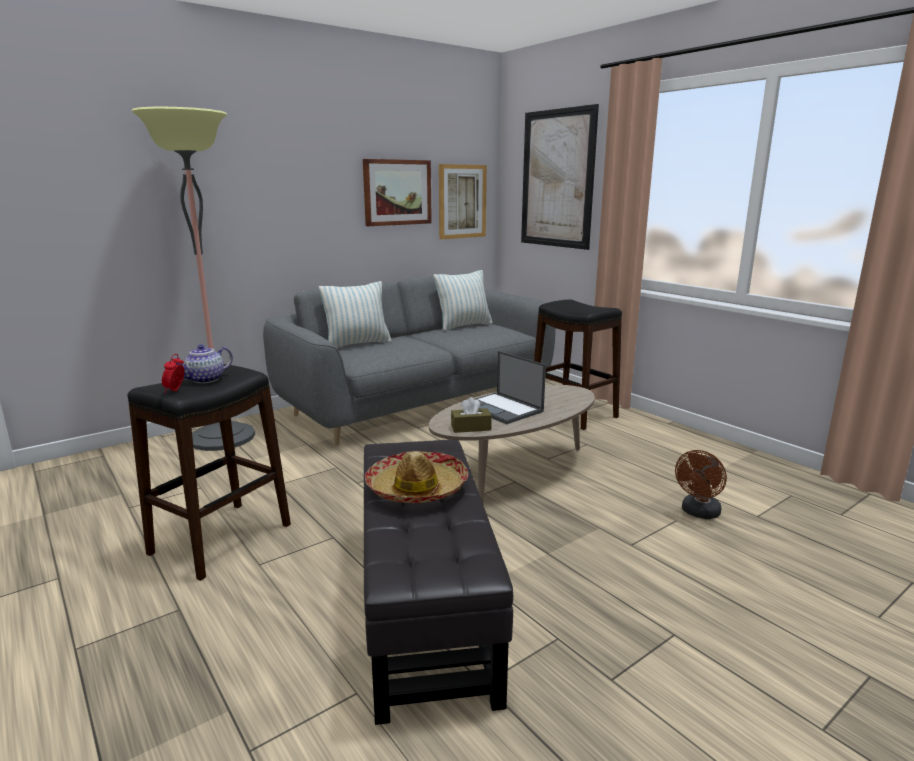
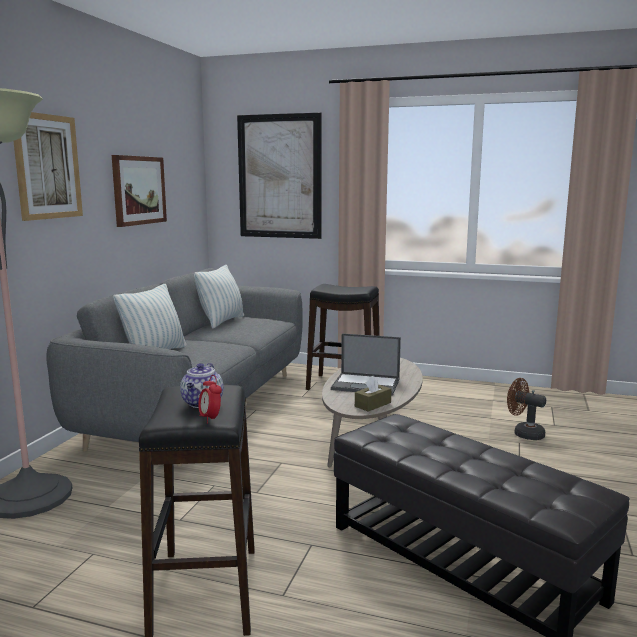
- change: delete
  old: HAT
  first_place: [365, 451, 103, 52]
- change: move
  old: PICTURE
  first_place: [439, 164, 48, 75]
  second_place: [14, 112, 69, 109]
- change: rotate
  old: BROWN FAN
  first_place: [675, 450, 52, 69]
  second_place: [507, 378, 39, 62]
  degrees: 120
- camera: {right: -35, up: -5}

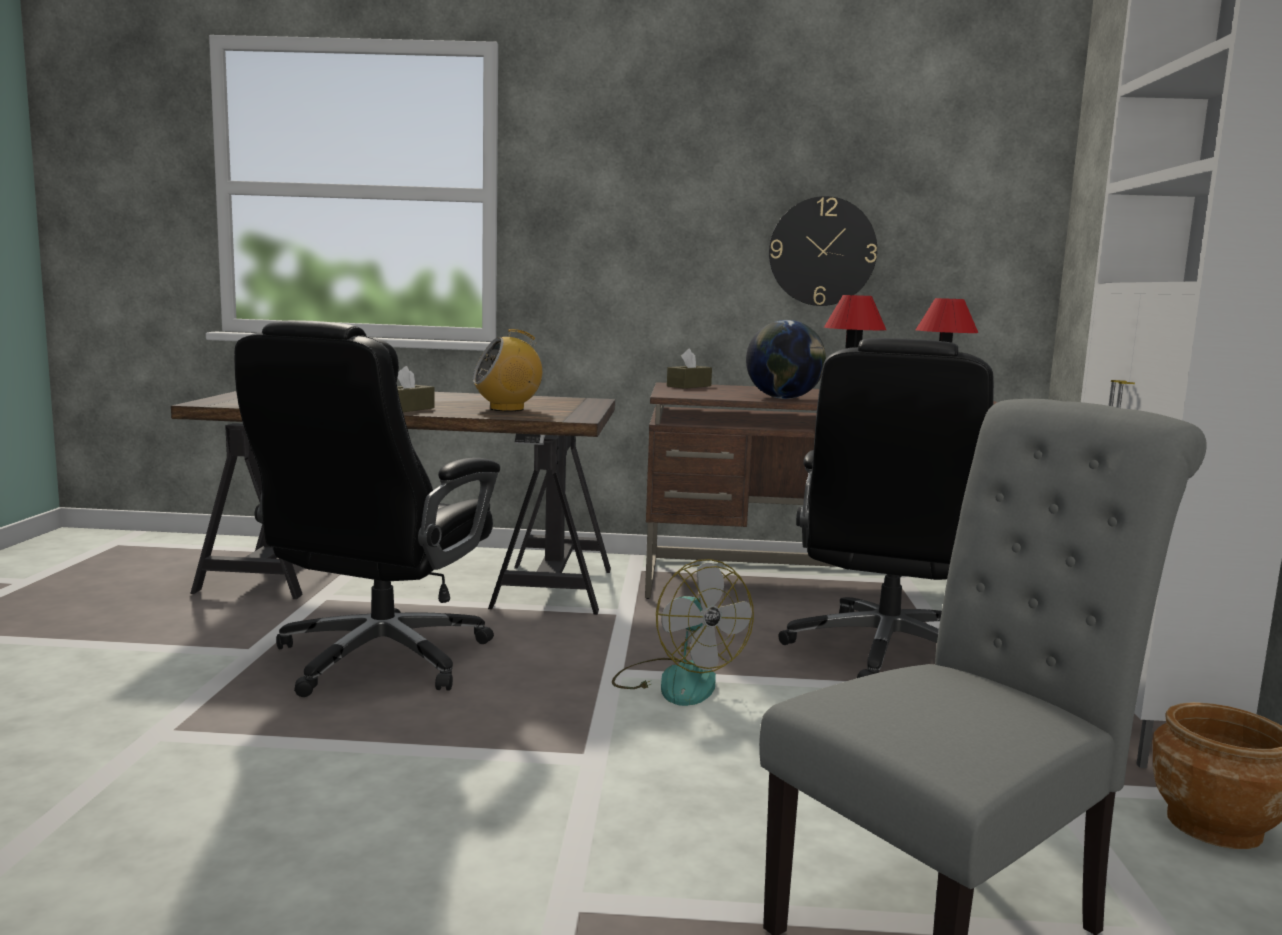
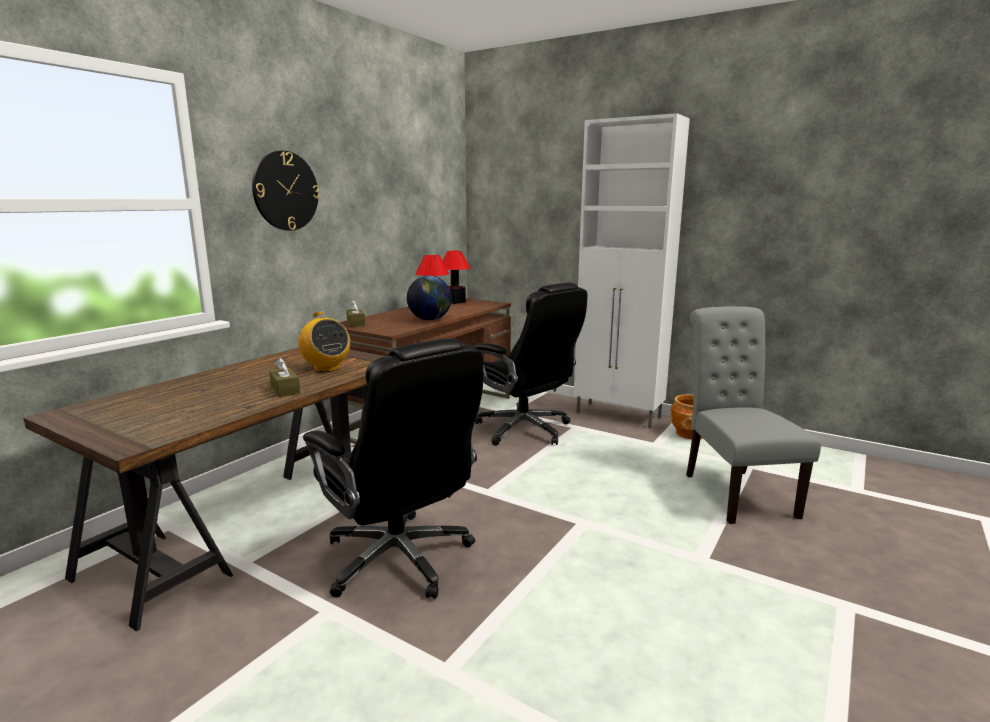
- change: rotate
  old: RADIO
  first_place: [473, 329, 69, 83]
  second_place: [298, 312, 52, 60]
  degrees: -45
- change: delete
  old: FAN
  first_place: [612, 559, 142, 147]
- change: move
  old: WALL CLOCK
  first_place: [769, 196, 108, 110]
  second_place: [252, 151, 68, 80]
- camera: {right: -60, up: 5}

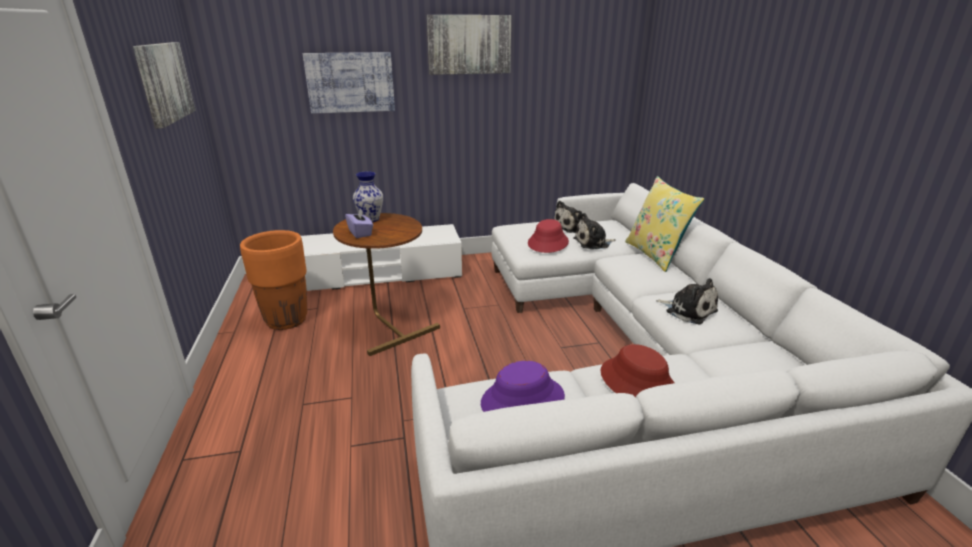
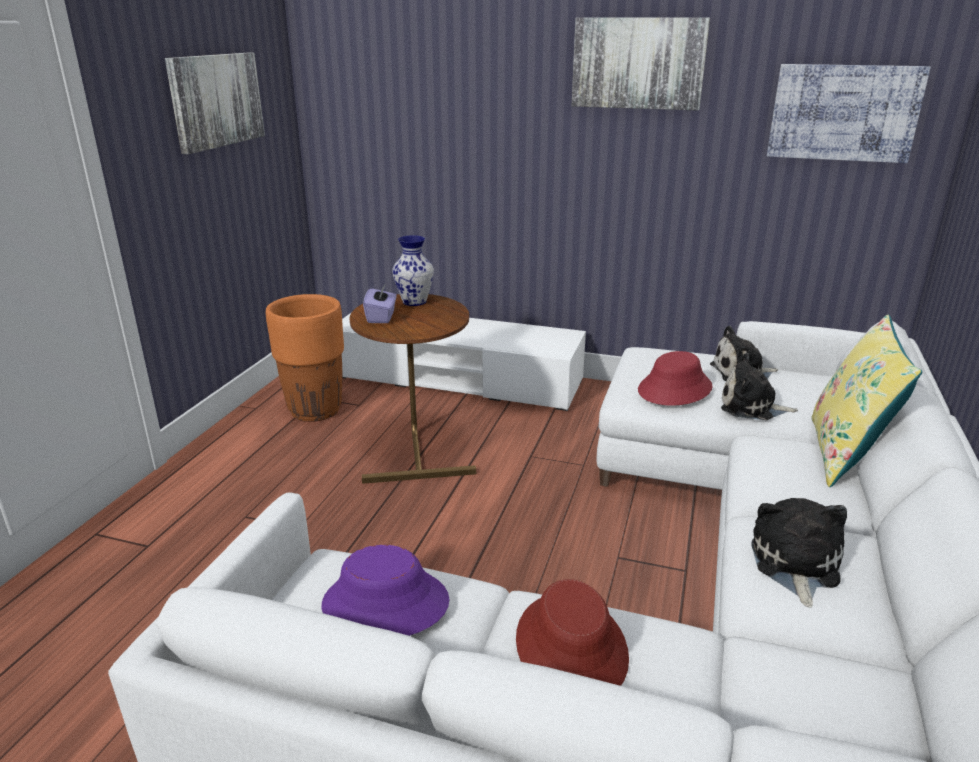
- change: move
  old: PICTURE
  first_place: [303, 52, 92, 61]
  second_place: [767, 64, 164, 99]
- change: rotate
  old: PLUSH TOY
  first_place: [656, 278, 62, 46]
  second_place: [751, 498, 96, 110]
  degrees: -150
- camera: {right: 30, up: 0}

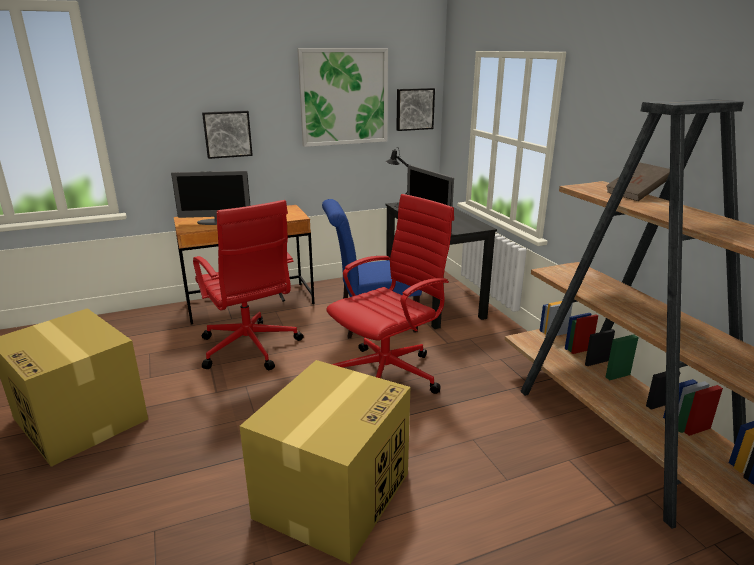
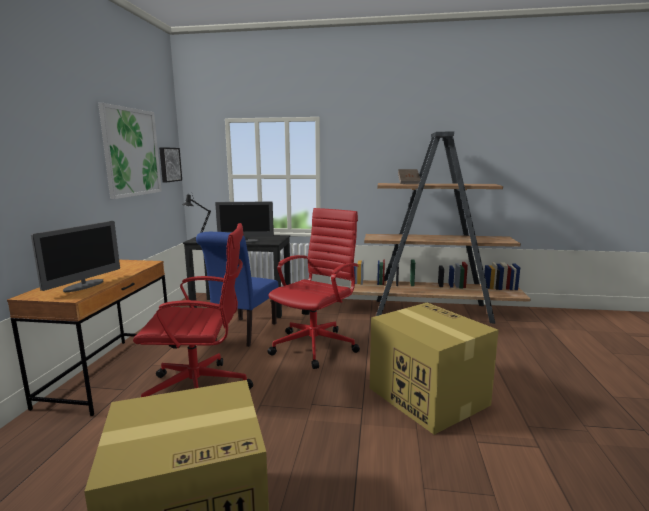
- change: delete
  old: PICTURE
  first_place: [202, 111, 51, 48]
- change: rotate
  old: RED OFFICE CHAIR
  first_place: [326, 194, 128, 200]
  second_place: [267, 208, 93, 161]
  degrees: 45
- camera: {right: -60, up: -10}

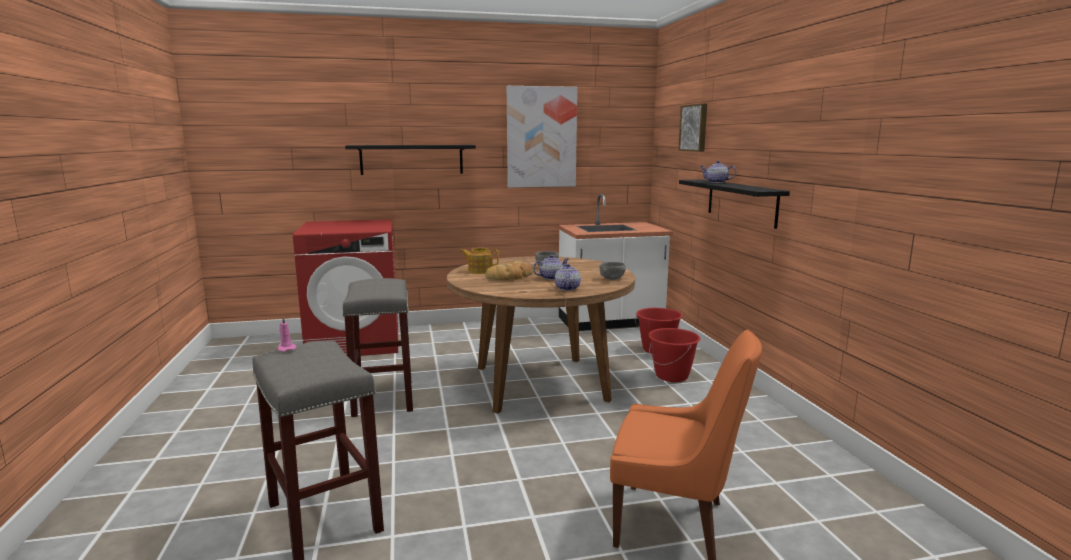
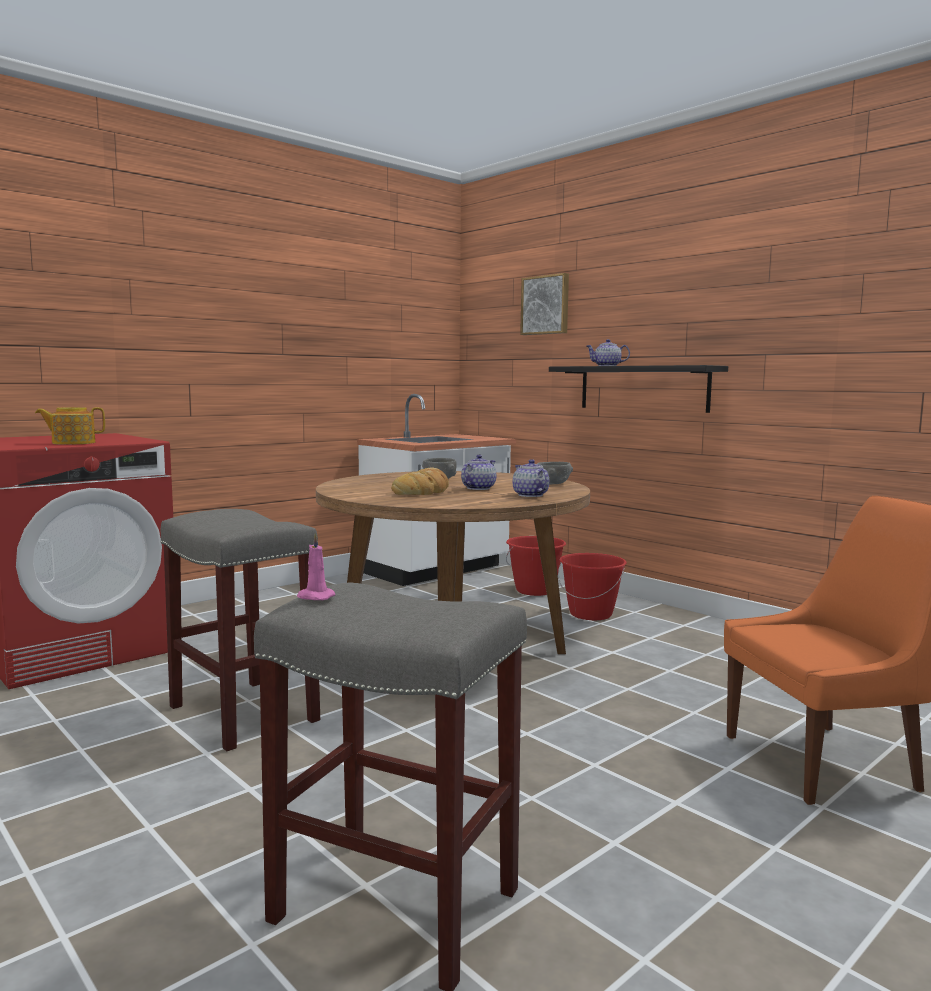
- change: delete
  old: BLACK SHELF
  first_place: [345, 145, 131, 30]
- change: move
  old: TEAPOT
  first_place: [460, 248, 39, 26]
  second_place: [35, 407, 70, 38]
- change: delete
  old: PICTURE
  first_place: [507, 86, 70, 102]
- camera: {right: -30, up: -5}

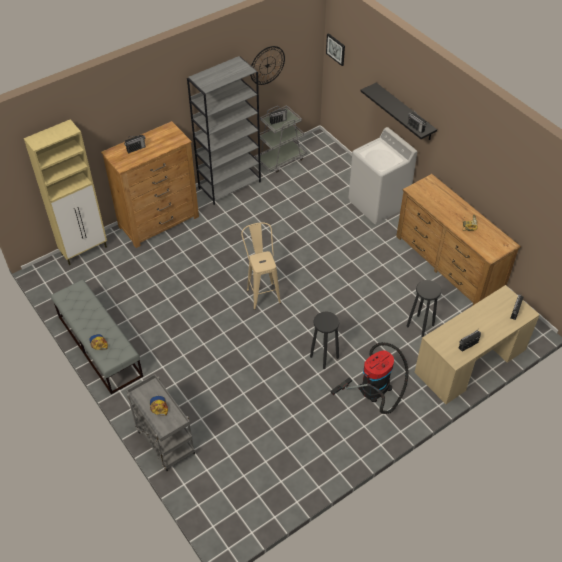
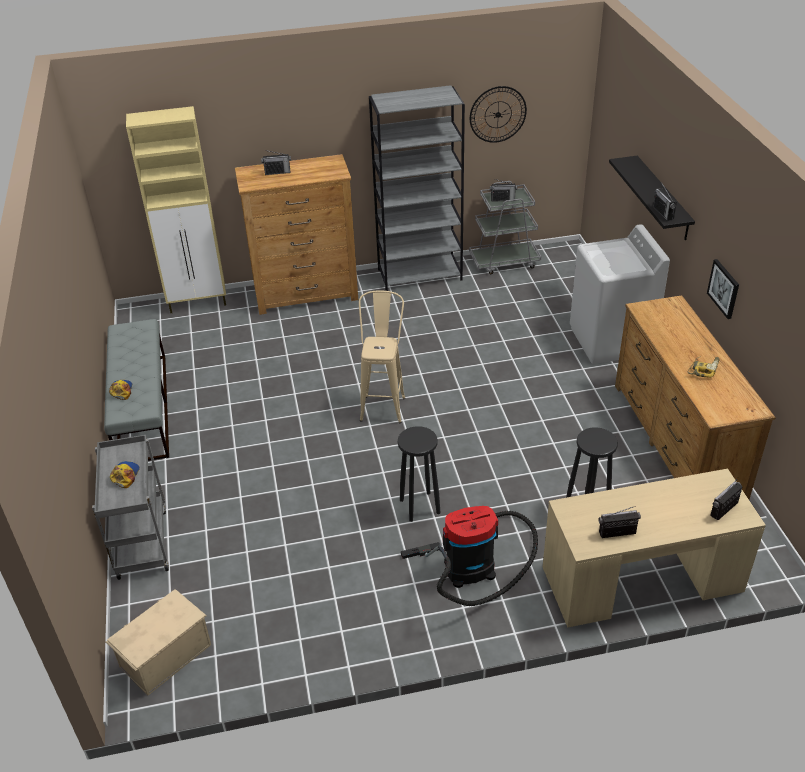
- change: move
  old: PICTURE
  first_place: [326, 33, 19, 33]
  second_place: [707, 259, 32, 60]
- change: insert
  new: BEIGE STORAGE BOX
  second_place: [106, 589, 105, 106]
- camera: {right: 25, up: -10}

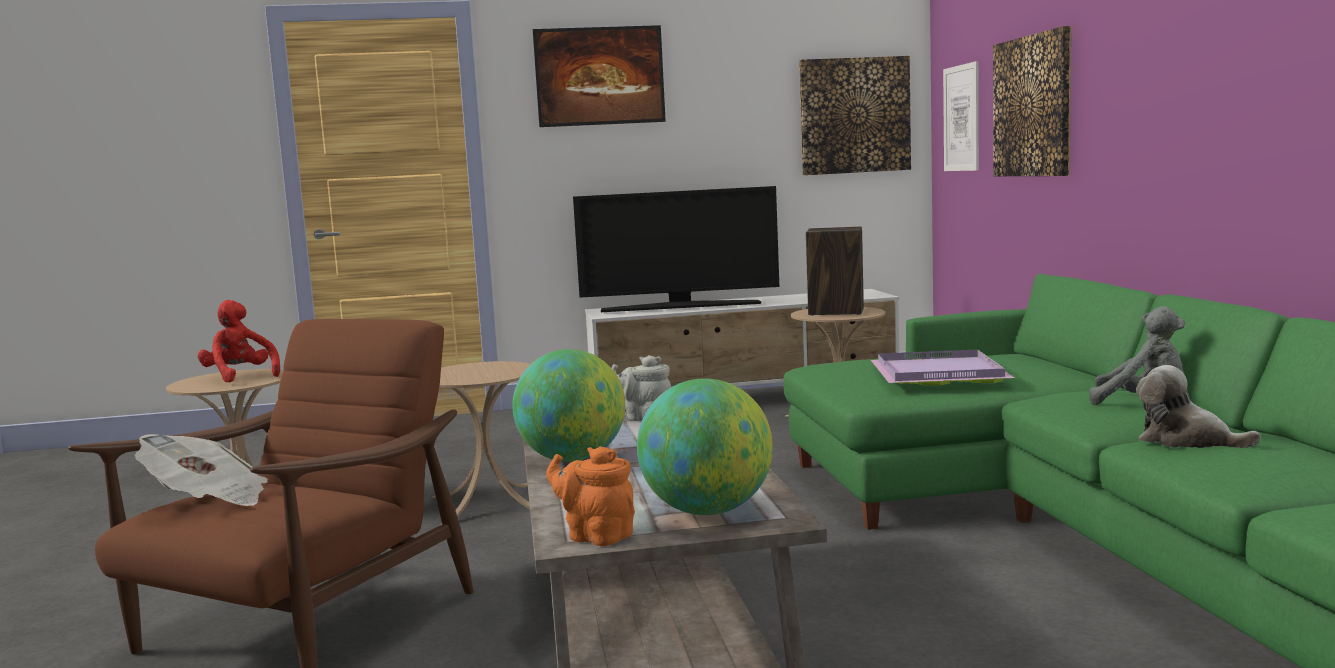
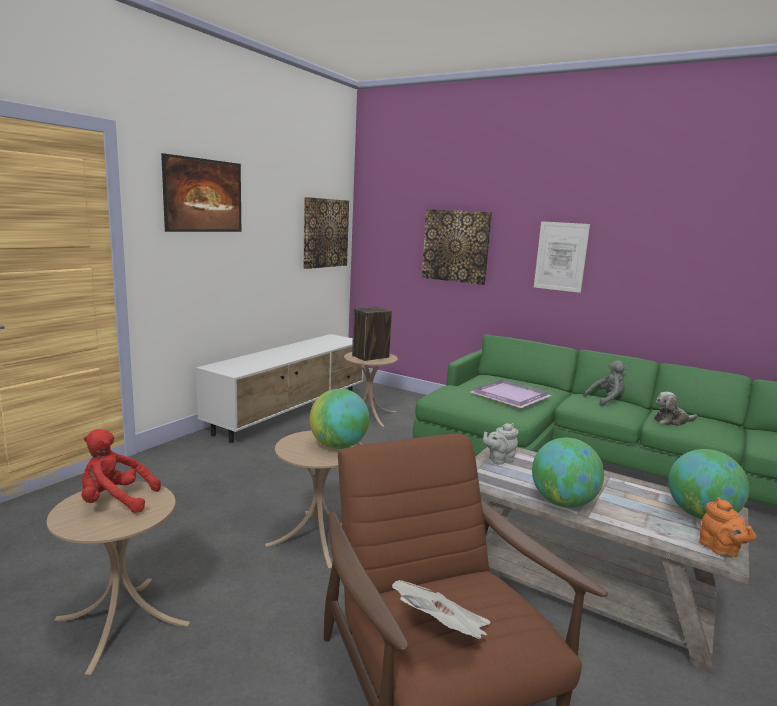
- change: rotate
  old: ORANGE TEAPOT
  first_place: [546, 446, 89, 100]
  second_place: [699, 497, 57, 60]
  degrees: -90
- change: delete
  old: TELEVISION
  first_place: [573, 186, 206, 126]
- change: move
  old: PICTURE
  first_place: [943, 61, 36, 110]
  second_place: [534, 221, 56, 72]
- change: insert
  new: GLOBE
  second_place: [309, 389, 60, 60]
- camera: {right: -50, up: 5}

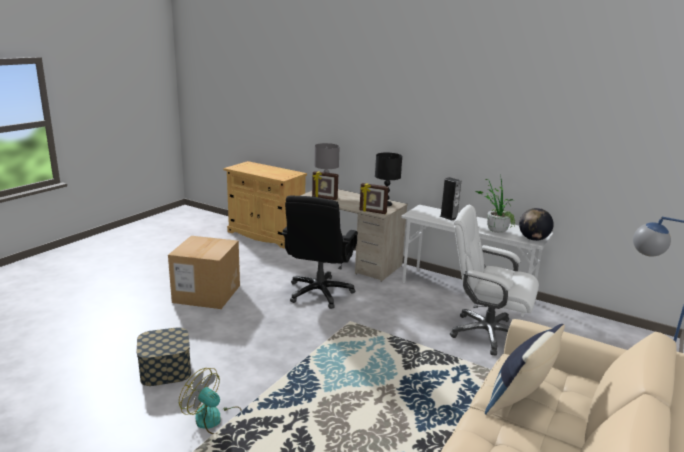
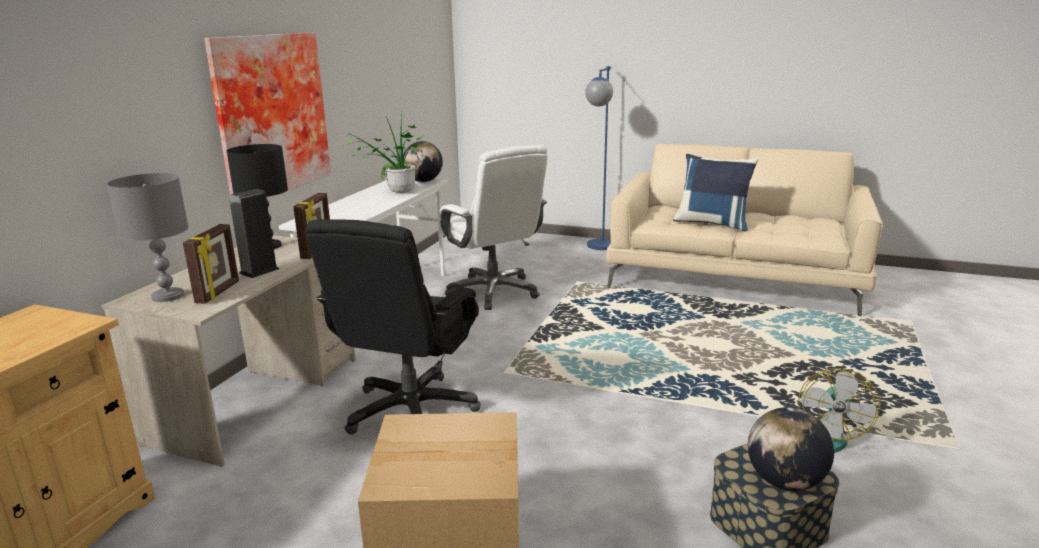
- change: rotate
  old: BLACK OFFICE CHAIR
  first_place: [281, 195, 77, 114]
  second_place: [306, 219, 175, 216]
  degrees: 105
- change: move
  old: SPEAKER
  first_place: [440, 177, 21, 44]
  second_place: [229, 189, 50, 89]
- change: rotate
  old: WHITE OFFICE CHAIR
  first_place: [450, 205, 89, 151]
  second_place: [438, 145, 110, 165]
  degrees: -45
- change: insert
  new: PICTURE
  second_place: [204, 32, 127, 166]
- change: insert
  new: GLOBE
  second_place: [748, 407, 86, 84]
- camera: {right: -100, up: 0}

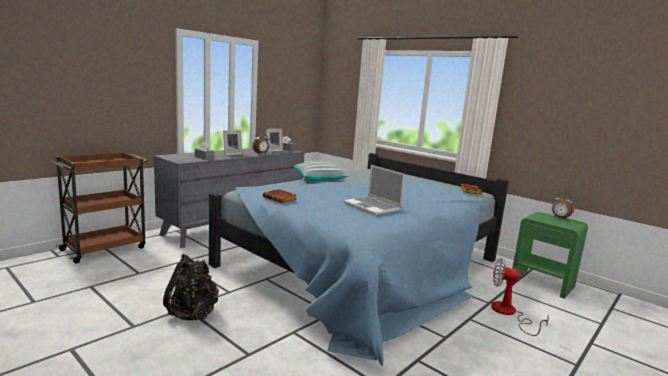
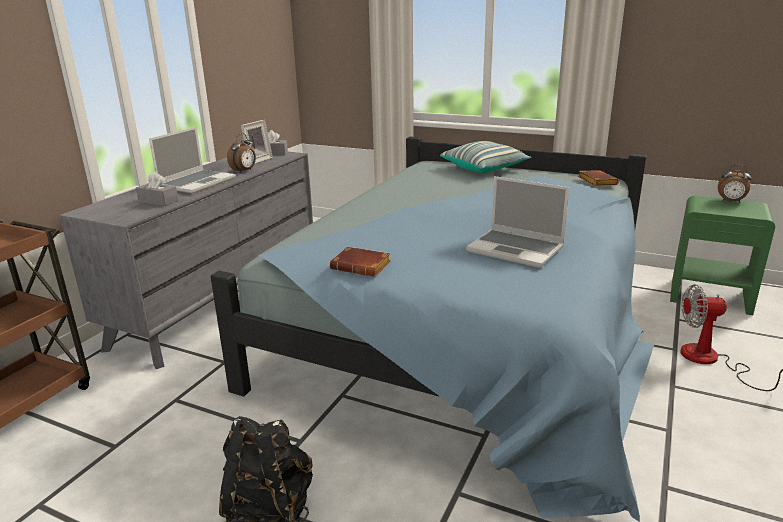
- change: replace
  old: PICTURE FRAME
  new: LAPTOP
  first_place: [223, 130, 19, 26]
  second_place: [149, 127, 87, 67]
- change: move
  old: PILLOW
  first_place: [294, 161, 55, 20]
  second_place: [440, 141, 91, 32]
- camera: {right: -15, up: 10}

